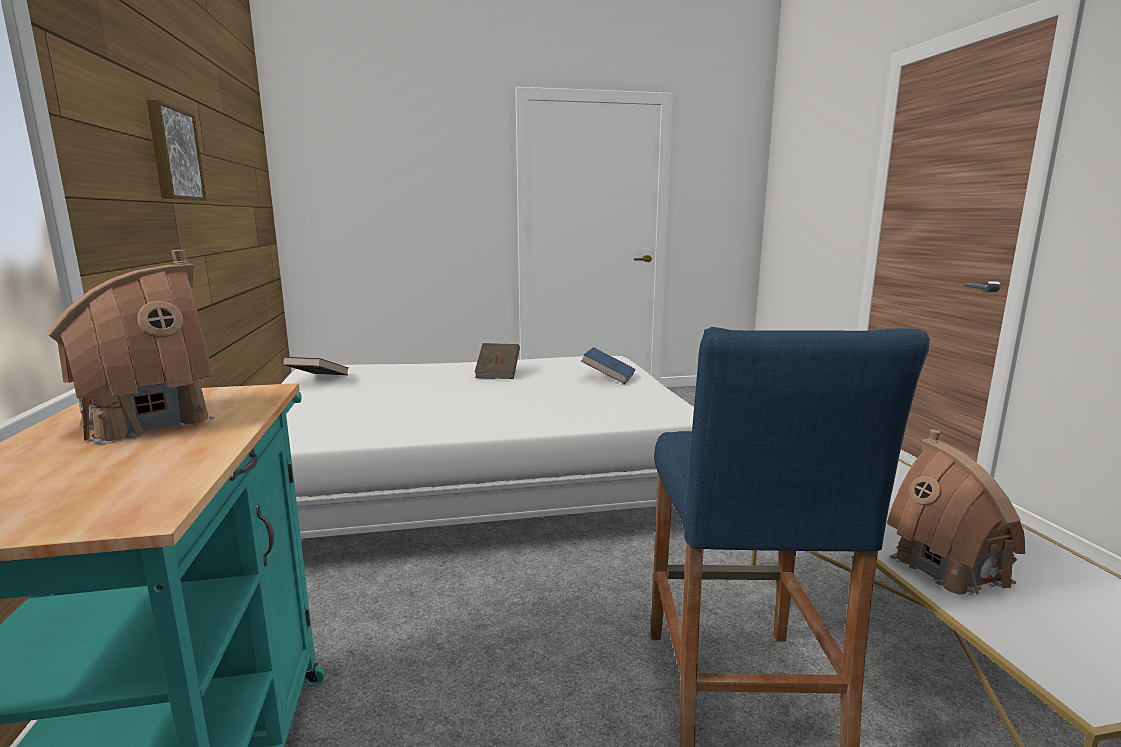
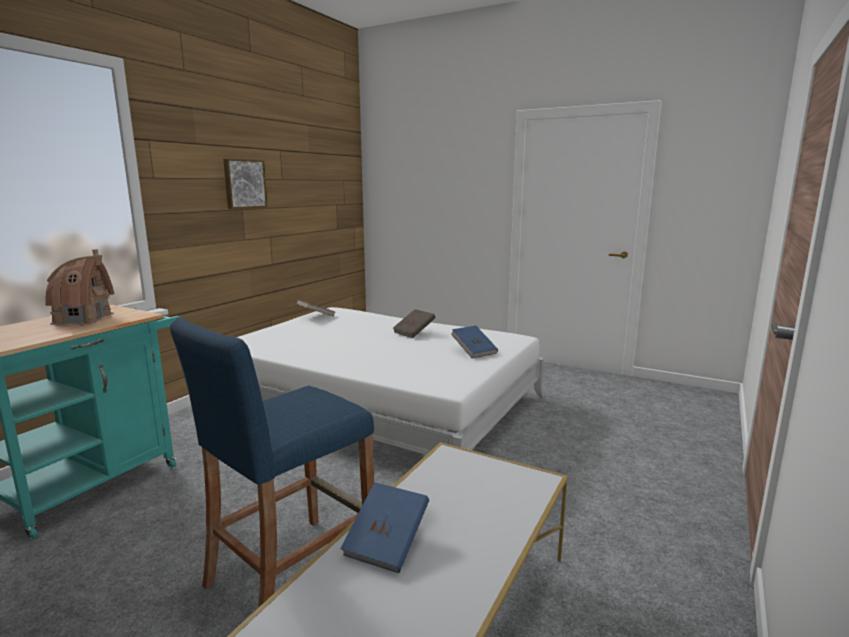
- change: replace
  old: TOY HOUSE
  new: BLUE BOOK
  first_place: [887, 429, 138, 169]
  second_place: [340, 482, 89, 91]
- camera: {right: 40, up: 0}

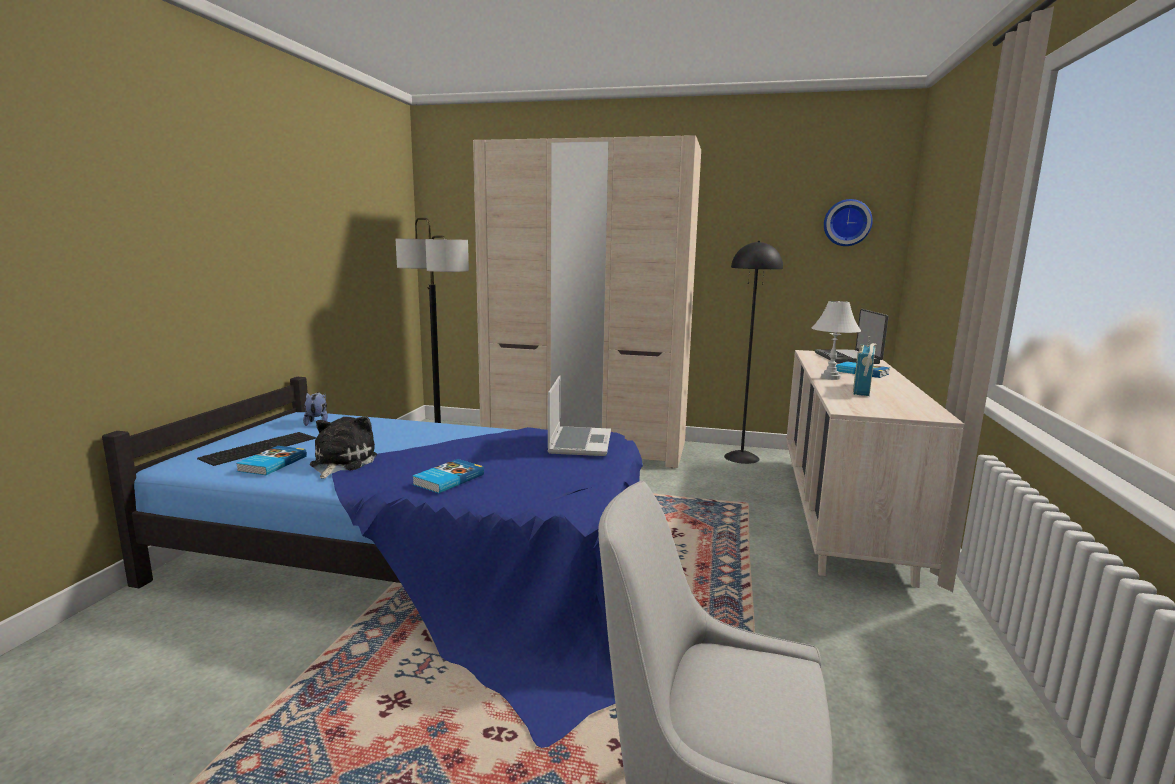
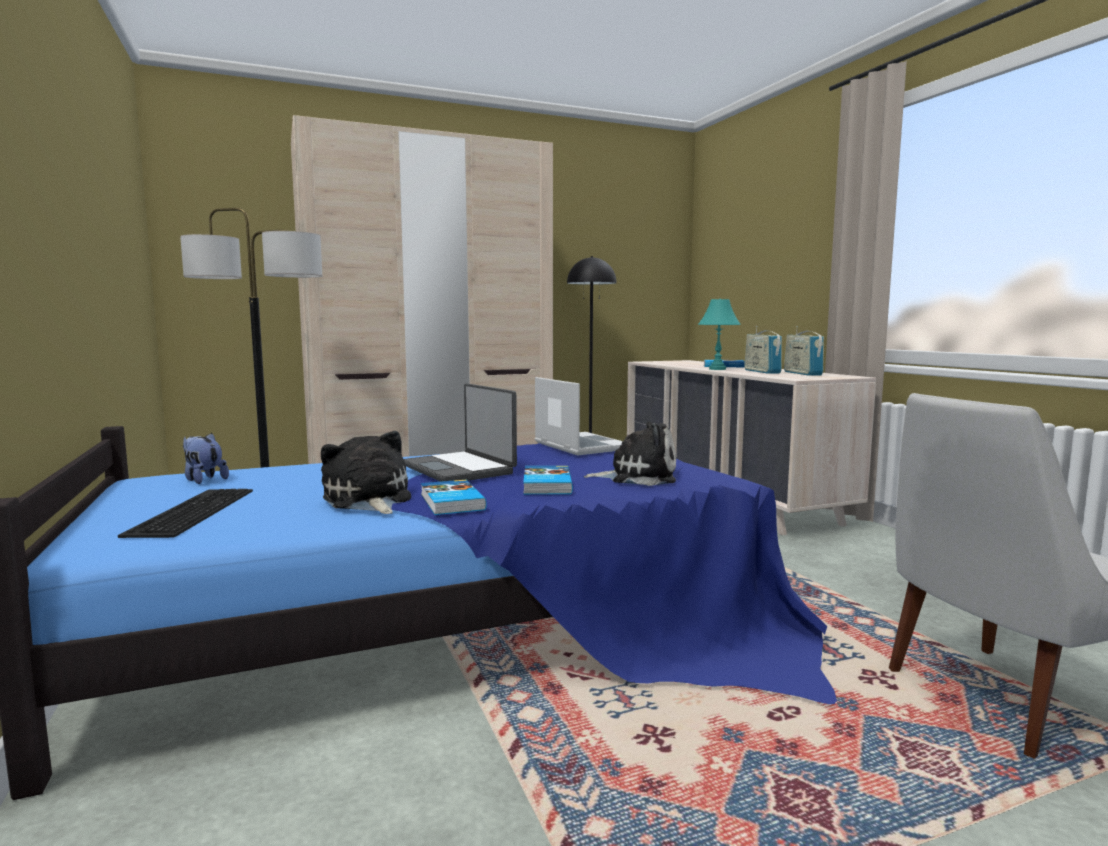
- change: move
  old: BOOK
  first_place: [236, 446, 71, 29]
  second_place: [421, 480, 66, 35]
- change: recolor
  old: WHITE TABLE LAMP
  new: TURQUOISE TABLE LAMP
  first_place: [812, 301, 49, 79]
  second_place: [698, 299, 43, 71]
- change: move
  old: LAPTOP
  first_place: [815, 309, 74, 55]
  second_place: [404, 383, 113, 99]
- change: delete
  old: WALL CLOCK
  first_place: [824, 199, 49, 47]
- change: insert
  new: PLUSH TOY
  second_place: [584, 422, 92, 64]
- change: insert
  new: RADIO
  second_place: [784, 326, 40, 50]
- camera: {right: -35, up: -5}

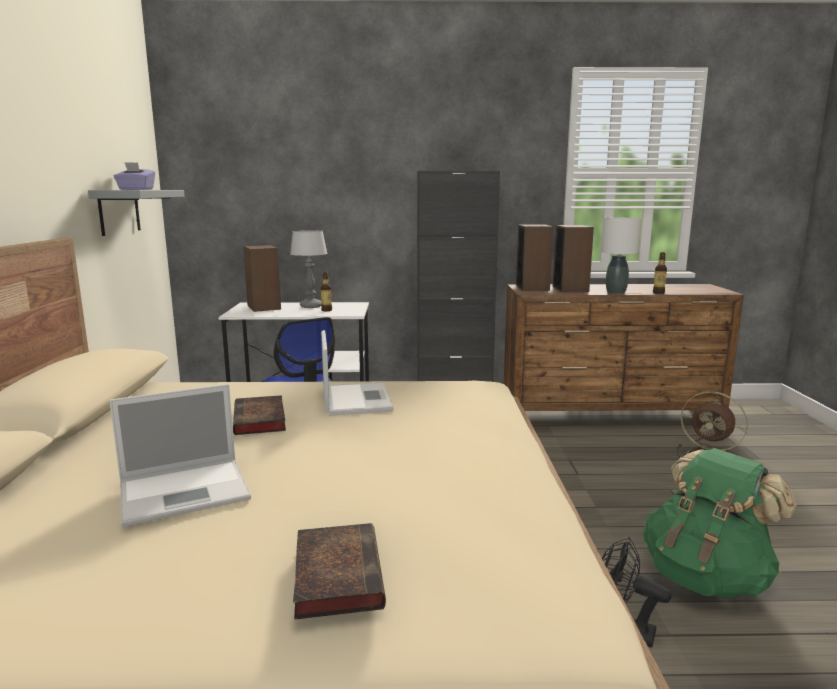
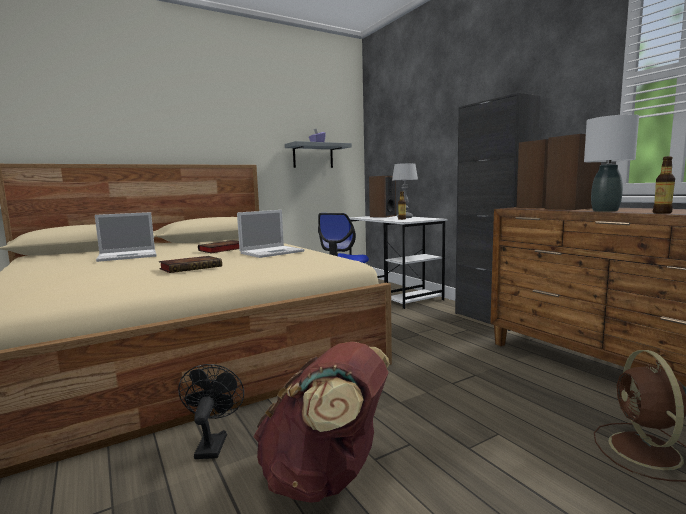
- change: rotate
  old: LAPTOP
  first_place: [109, 384, 142, 143]
  second_place: [95, 212, 62, 50]
  degrees: -60
- change: move
  old: BOOK
  first_place: [293, 523, 93, 97]
  second_place: [159, 256, 63, 17]
- change: recolor
  old: GREEN BACKPACK
  new: BROWN BACKPACK
  first_place: [643, 448, 153, 150]
  second_place: [254, 342, 136, 161]
- camera: {right: 60, up: -5}

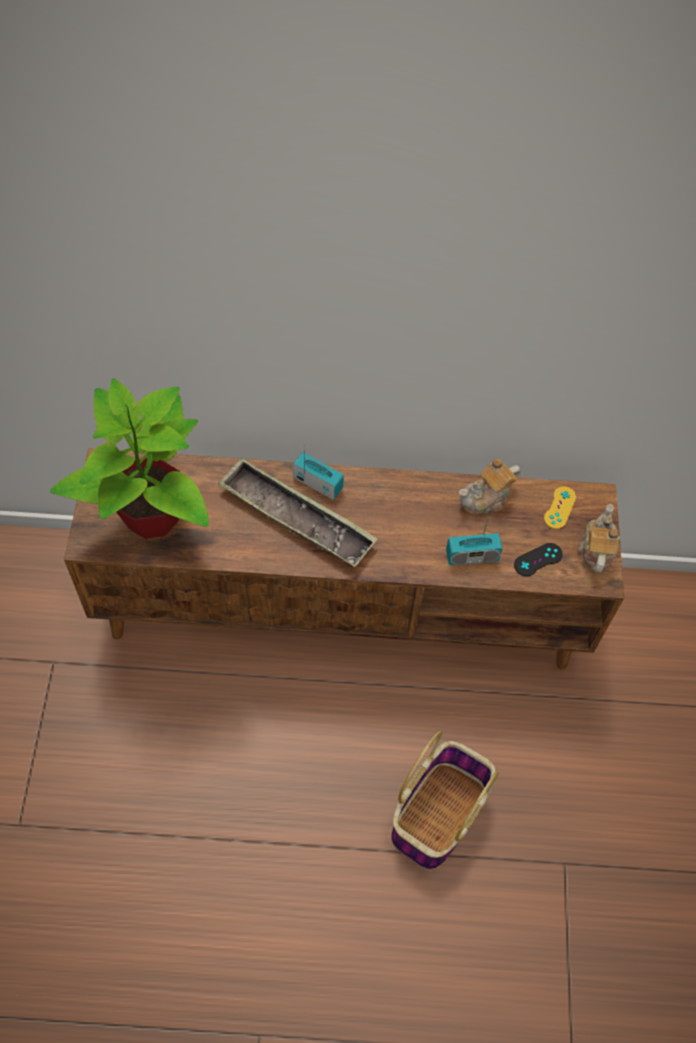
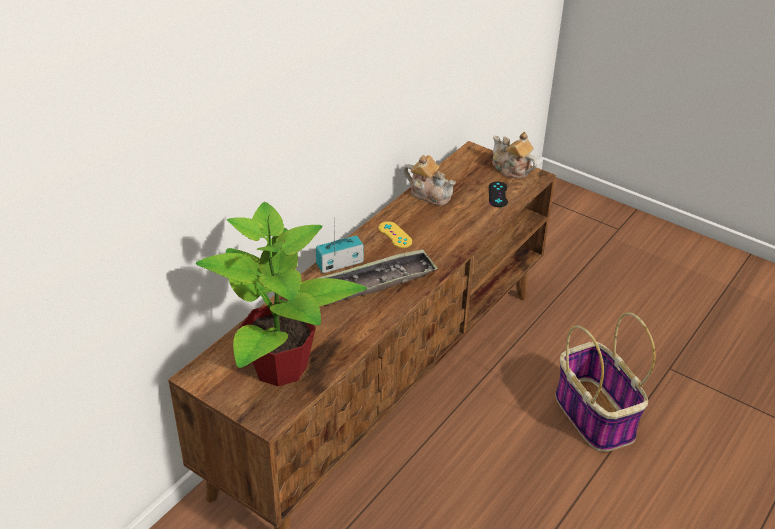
- change: delete
  old: RADIO
  first_place: [446, 509, 56, 56]
- change: rotate
  old: TEAPOT
  first_place: [459, 459, 62, 56]
  second_place: [404, 155, 52, 51]
  degrees: -60
- change: move
  old: YELLOW GAME CONTROLLER
  first_place: [544, 486, 32, 43]
  second_place: [378, 221, 34, 27]
- camera: {right: -55, up: -20}

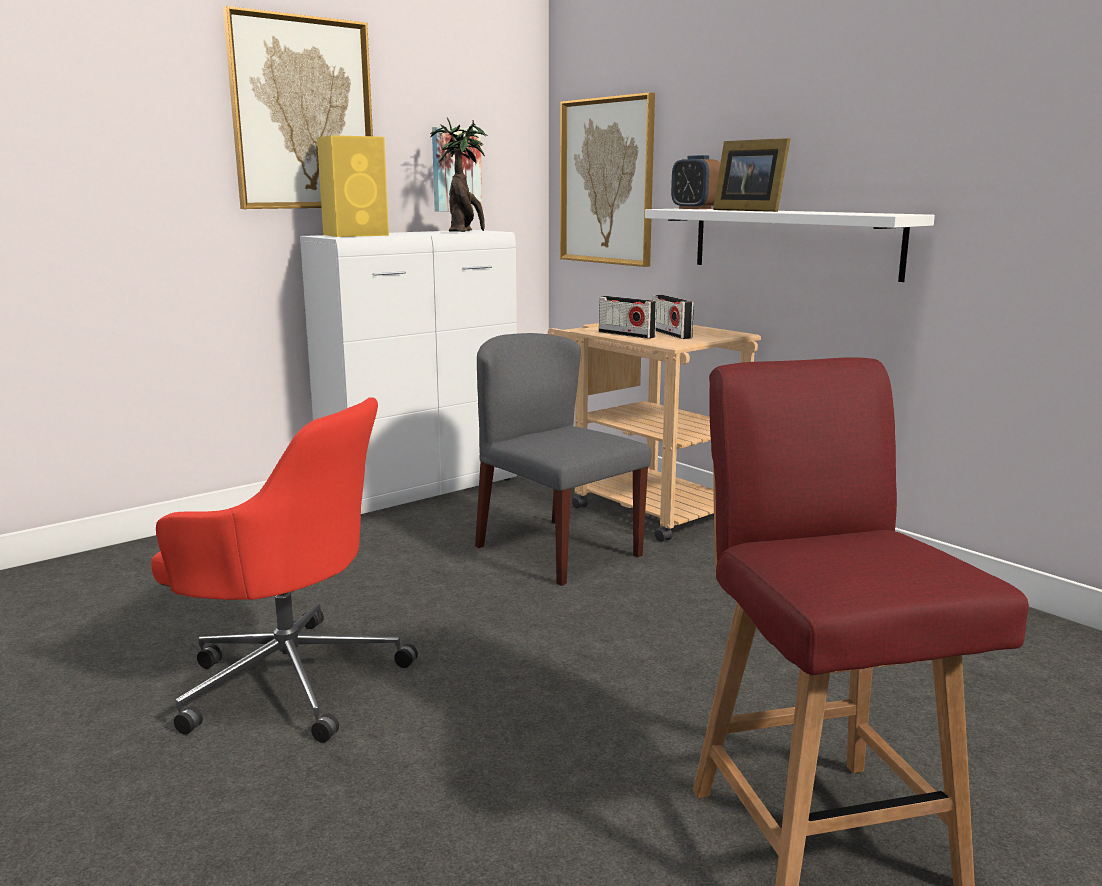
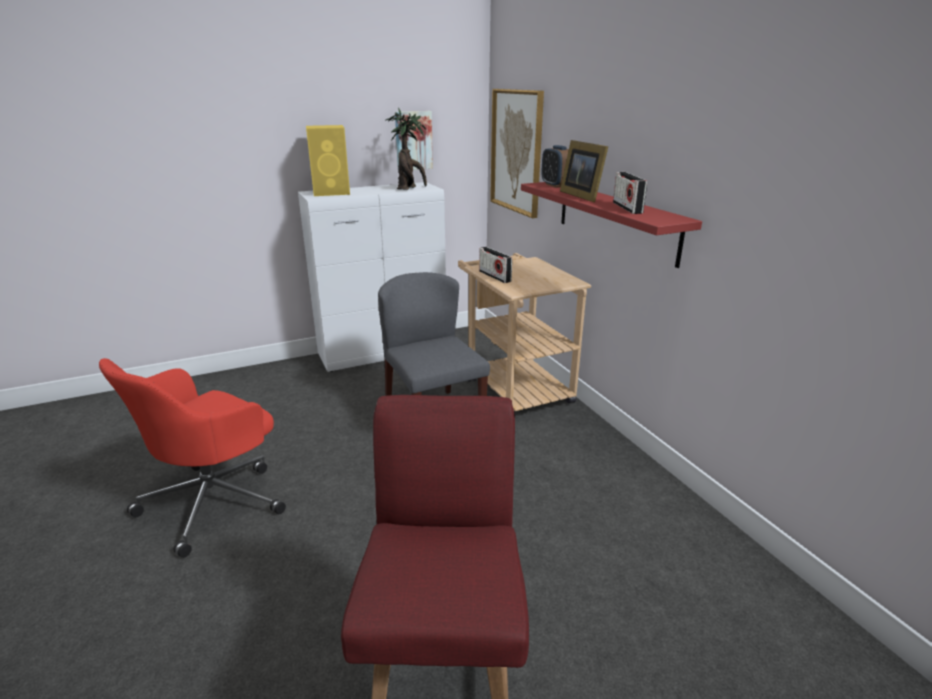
- change: rotate
  old: RED OFFICE CHAIR
  first_place: [151, 397, 267, 346]
  second_place: [99, 358, 187, 200]
  degrees: 90
- change: delete
  old: PICTURE
  first_place: [223, 6, 150, 203]
- change: recolor
  old: WHITE SHELF
  new: RED SHELF
  first_place: [645, 209, 290, 73]
  second_place: [521, 182, 181, 86]
- change: move
  old: RADIO
  first_place: [652, 295, 42, 44]
  second_place: [613, 172, 34, 42]
- camera: {right: 15, up: 10}

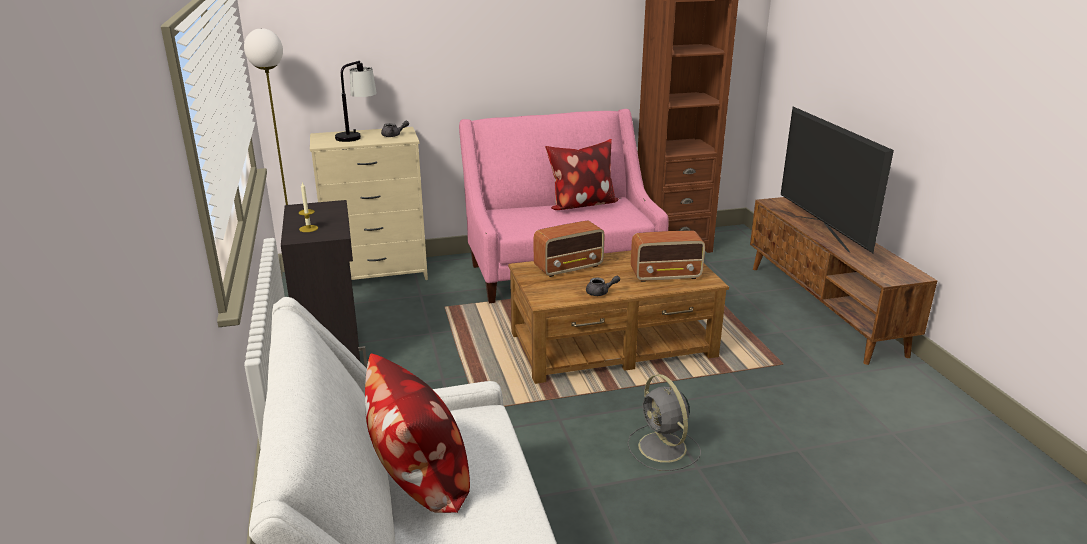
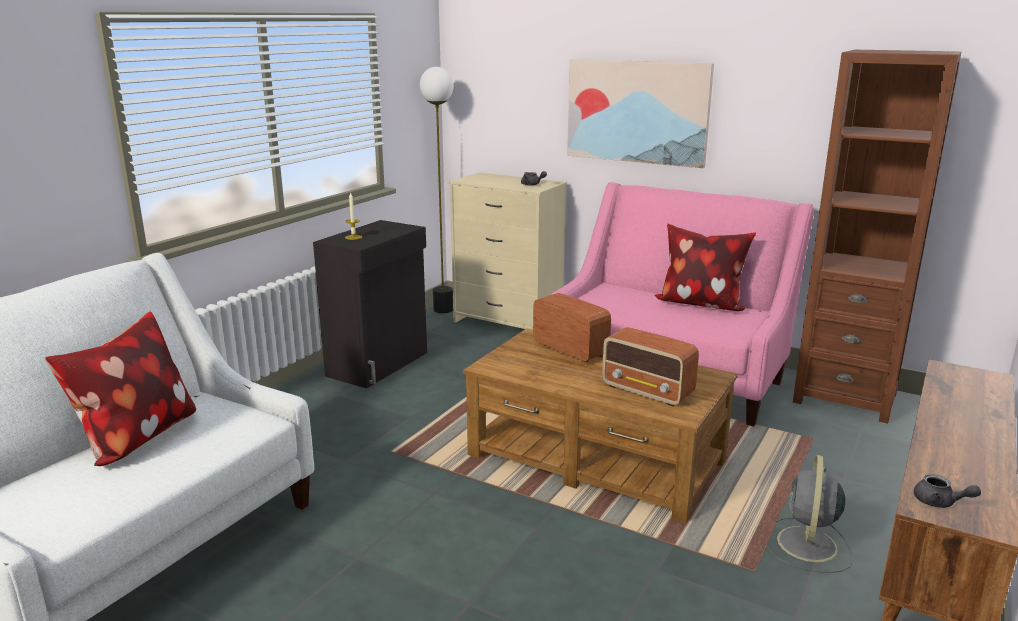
- change: delete
  old: TABLE LAMP
  first_place: [335, 61, 42, 81]
- change: rotate
  old: RADIO
  first_place: [534, 221, 71, 56]
  second_place: [533, 293, 78, 70]
  degrees: -150
- change: move
  old: GREY TEAPOT
  first_place: [586, 276, 34, 20]
  second_place: [914, 474, 67, 34]
- change: move
  old: GREY FAN
  first_place: [627, 374, 74, 97]
  second_place: [767, 455, 86, 118]
- change: delete
  old: TELEVISION
  first_place: [781, 107, 113, 146]
- change: insert
  new: PICTURE
  second_place: [567, 59, 147, 109]
- camera: {right: 45, up: -5}

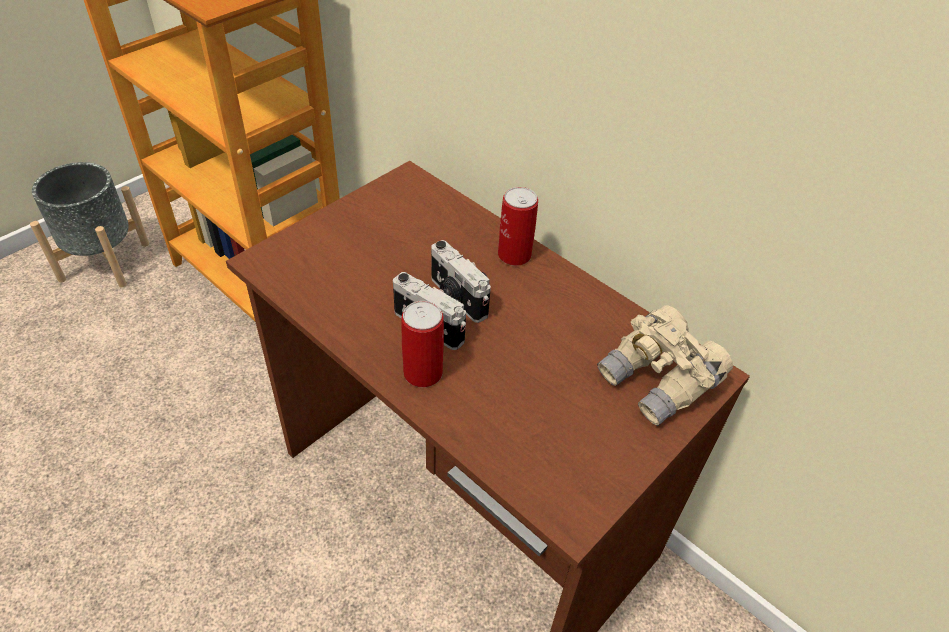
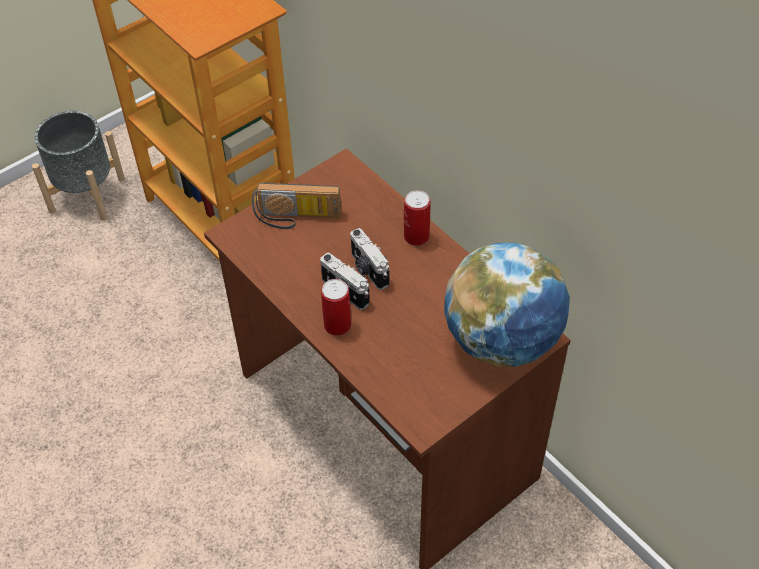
- change: replace
  old: BEIGE BINOCULARS
  new: GLOBE
  first_place: [597, 305, 136, 121]
  second_place: [444, 243, 126, 124]
- change: insert
  new: RADIO
  second_place: [252, 183, 89, 46]
- camera: {right: 10, up: 5}

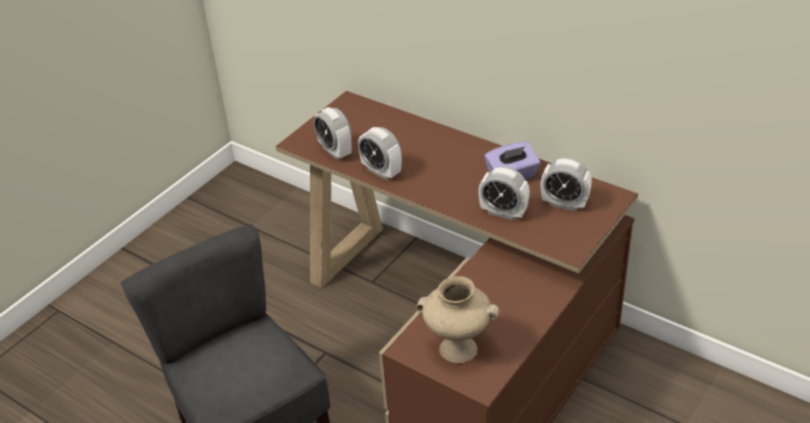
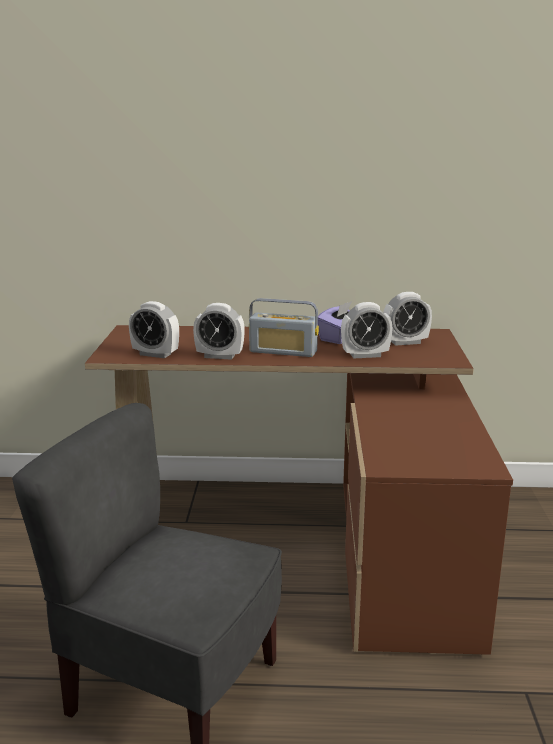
- change: delete
  old: BEIGE VASE
  first_place: [416, 276, 84, 88]
- change: insert
  new: RADIO
  second_place: [249, 298, 70, 59]
- camera: {right: -35, up: -20}

